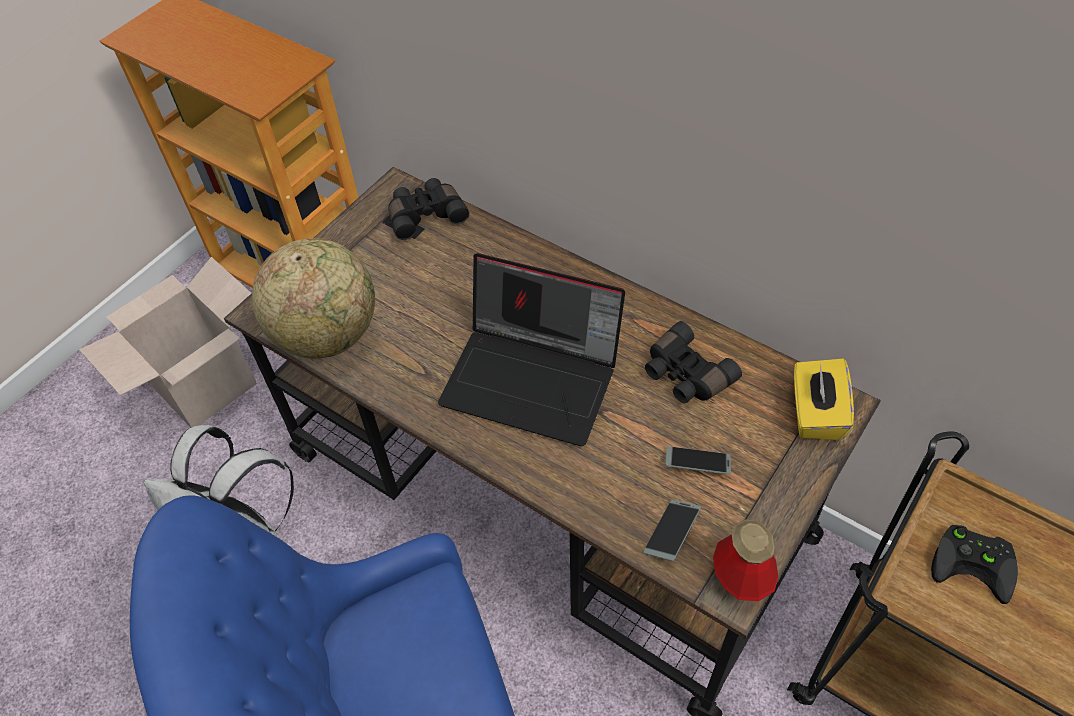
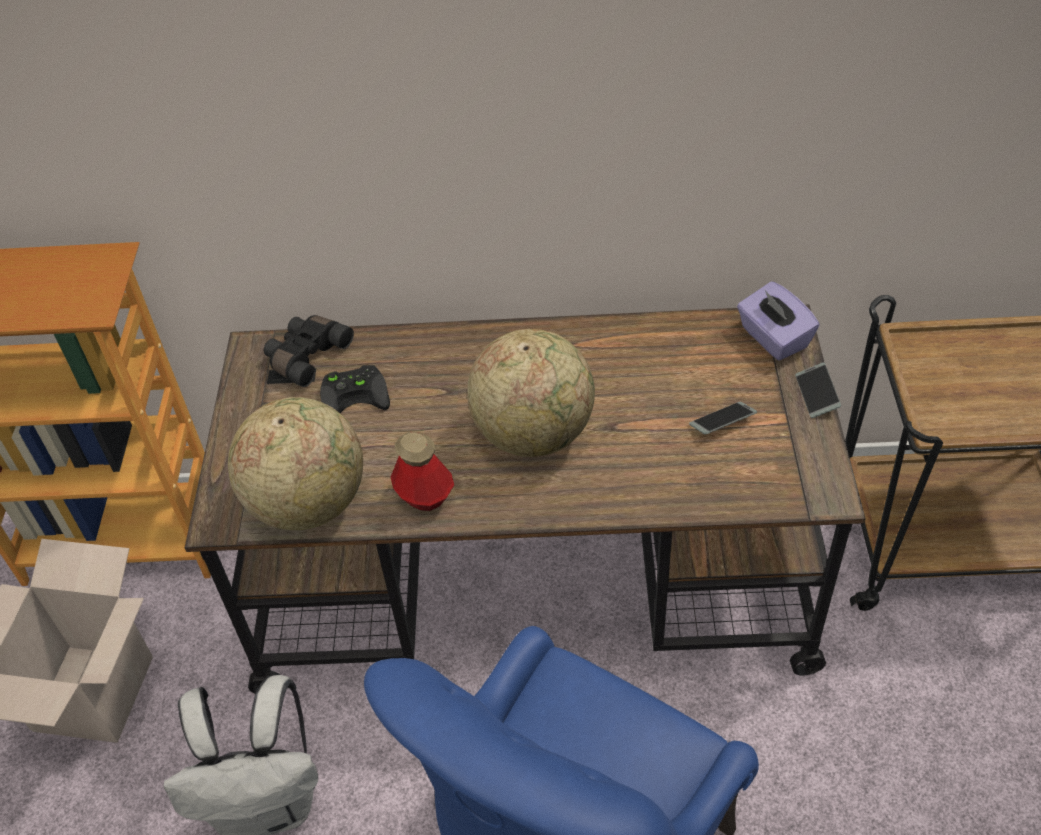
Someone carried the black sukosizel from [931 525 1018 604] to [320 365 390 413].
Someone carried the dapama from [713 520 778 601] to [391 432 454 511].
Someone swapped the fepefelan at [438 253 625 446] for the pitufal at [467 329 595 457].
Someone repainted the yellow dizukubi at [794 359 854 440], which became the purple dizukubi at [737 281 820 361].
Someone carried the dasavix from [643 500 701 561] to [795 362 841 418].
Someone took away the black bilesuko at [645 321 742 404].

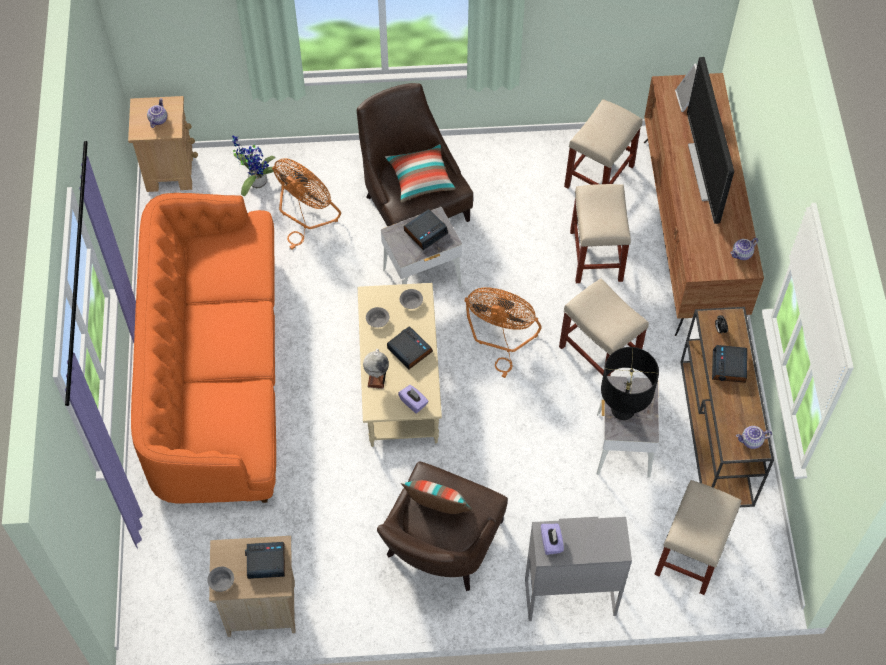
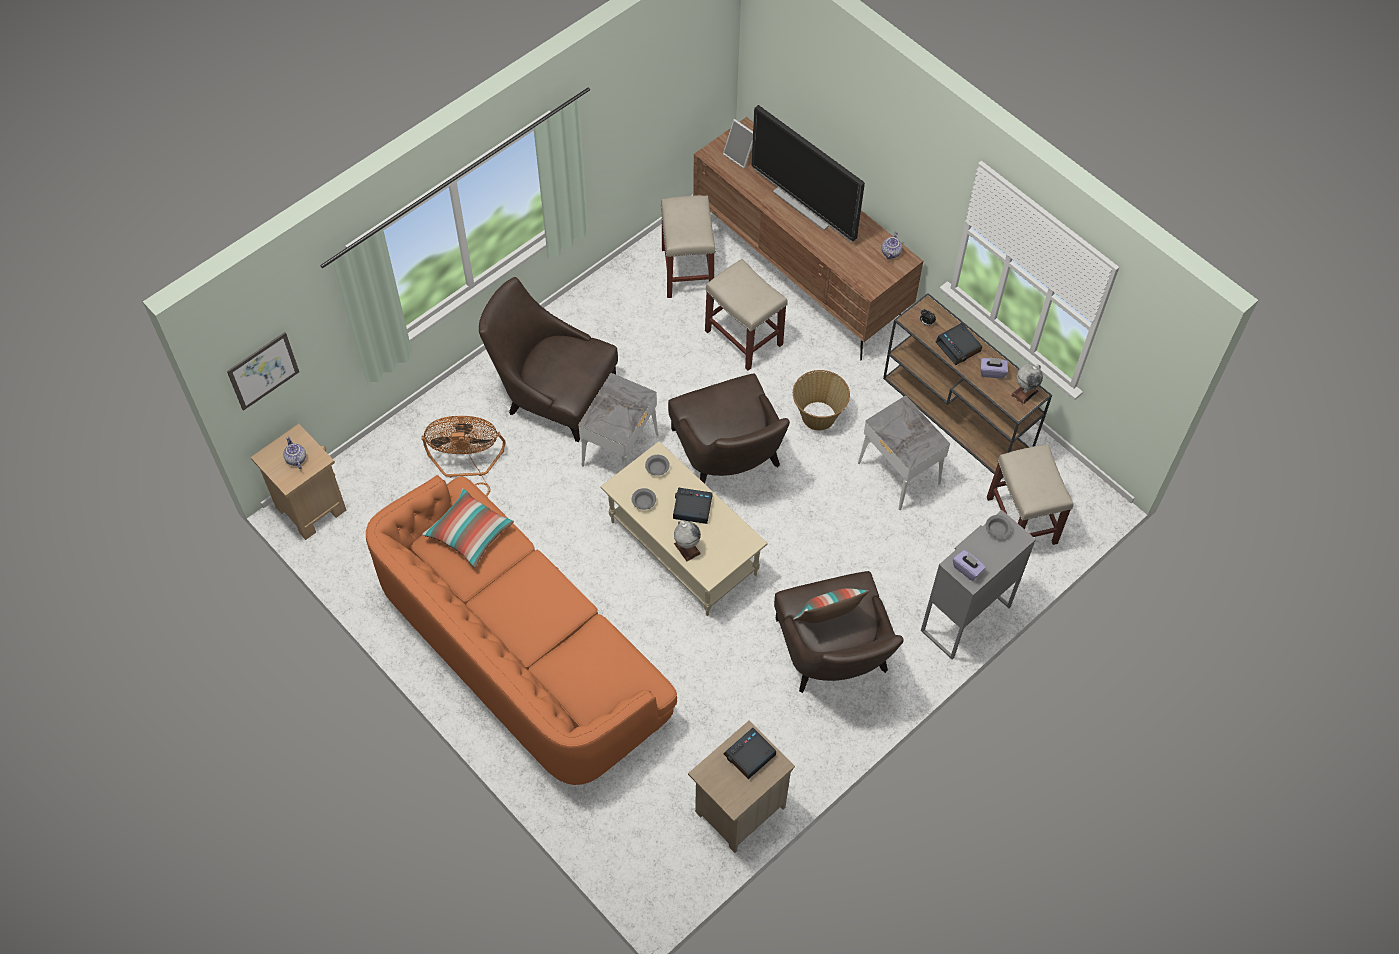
Someone put up the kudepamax at [227 332 299 411].
Someone carried the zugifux from [385 144 456 203] to [422 488 514 568].
Someone swapped the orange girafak at [465 287 542 378] for the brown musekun at [668 373 790 484].
Someone swapped the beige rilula at [559 278 649 376] for the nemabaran at [793 370 850 430].
Someone carried the purple dizukubi from [398 385 429 413] to [980 357 1008 379].
Someone carried the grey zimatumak from [207 567 234 592] to [986 515 1012 538].
Someone swapped the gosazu at [736 426 772 449] for the pitufal at [1011 364 1043 405].
Someone took away the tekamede at [232 135 276 196].
Someone took away the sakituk at [404 209 448 250].
Someone took away the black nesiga at [601 347 659 420].

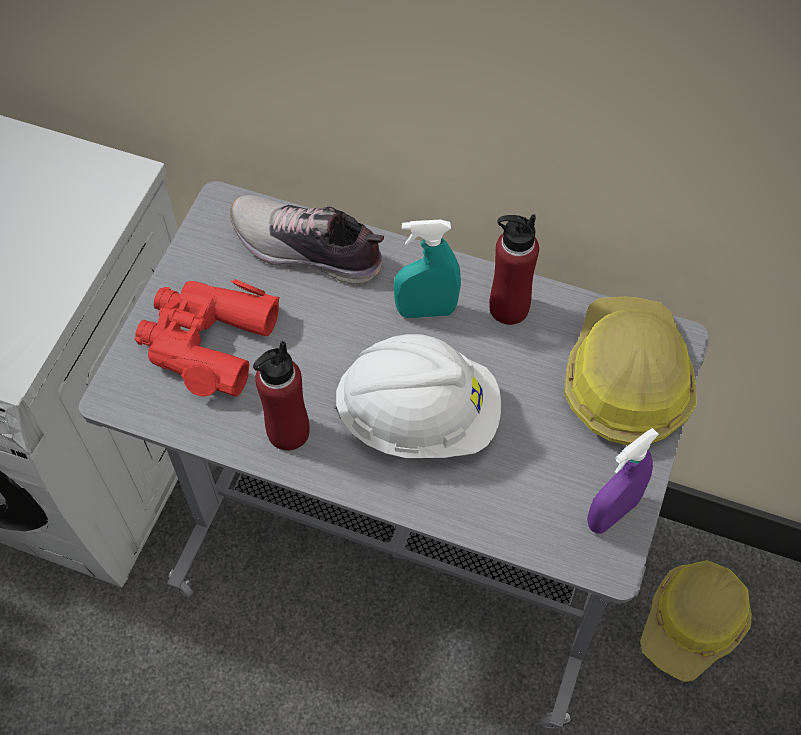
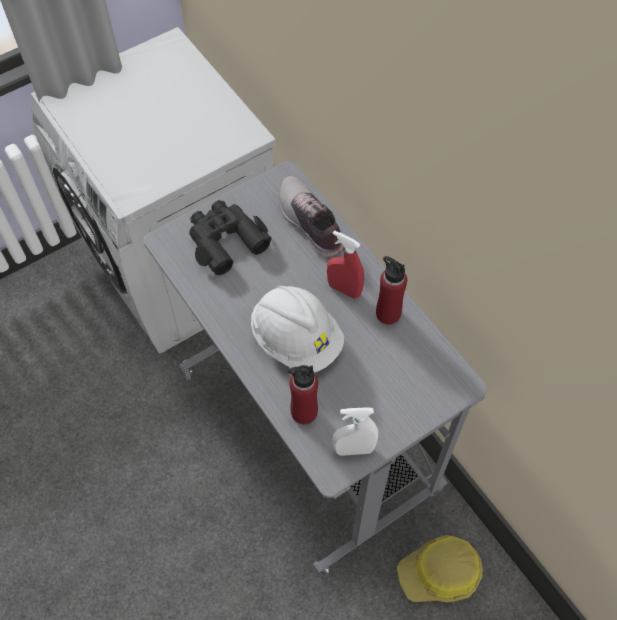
Someone repainted the red bilesuko at [135 279 279 397], which became the black bilesuko at [189 200 272 275].
Someone carried the red dapama from [253 341 310 451] to [288 365 318 424].
Someone repainted the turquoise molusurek at [393 220 461 318], which became the red molusurek at [327 231 364 299].
Someone repainted the purple molusurek at [587 428 659 534], which became the white molusurek at [332 407 378 456].
Someone took away the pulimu at [564 297 697 445].

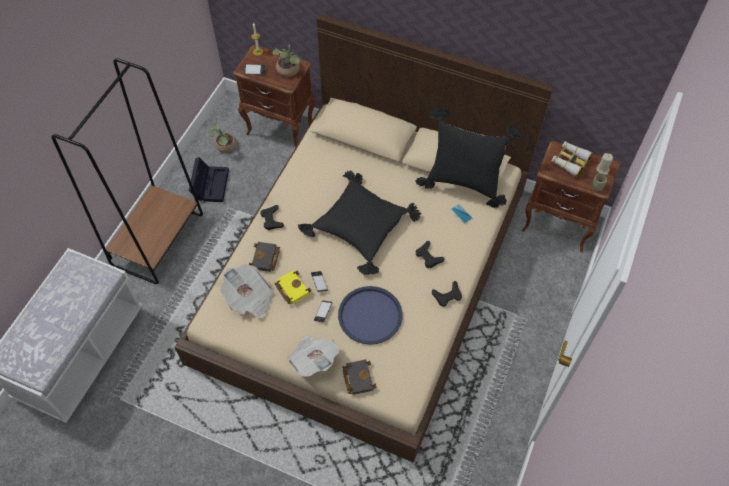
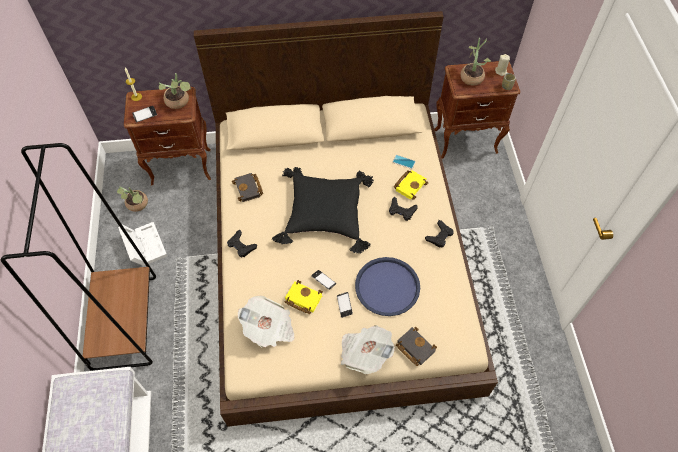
Someone repainted the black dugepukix at [189 157 229 202], which became the white dugepukix at [118 222 167 266].
Someone carried the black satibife from [249 242 280 272] to [232 173 263 202].
Someone put down the yellow satibife at [394 170 429 200].
Someone swapped the bilesuko at [551 141 593 177] for the tekamede at [460 38 491 86].
Someone took away the black zugifux at [416 107 524 208].

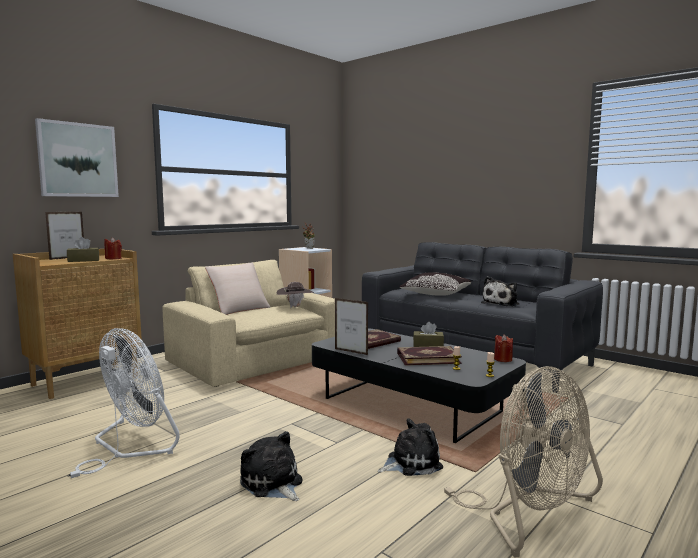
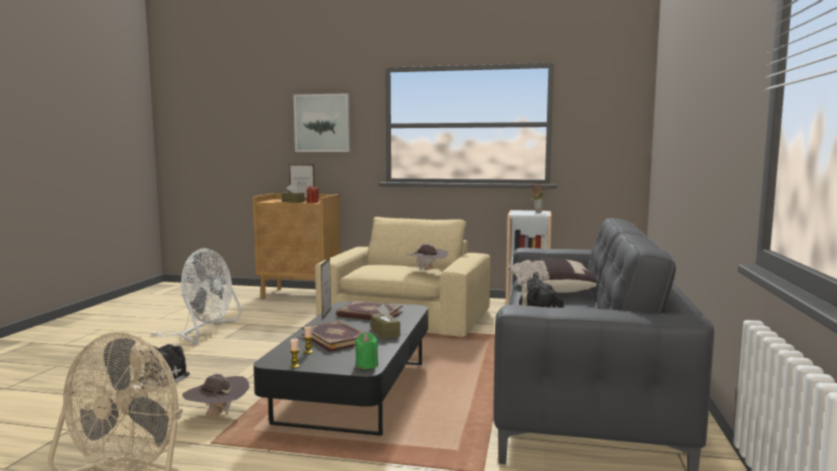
Someone swapped the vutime at [378 418 443 476] for the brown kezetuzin at [182 374 250 415].
Someone repainted the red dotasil at [494 334 513 362], which became the green dotasil at [355 333 378 369].
Someone took away the beige zugifux at [205 262 270 315].

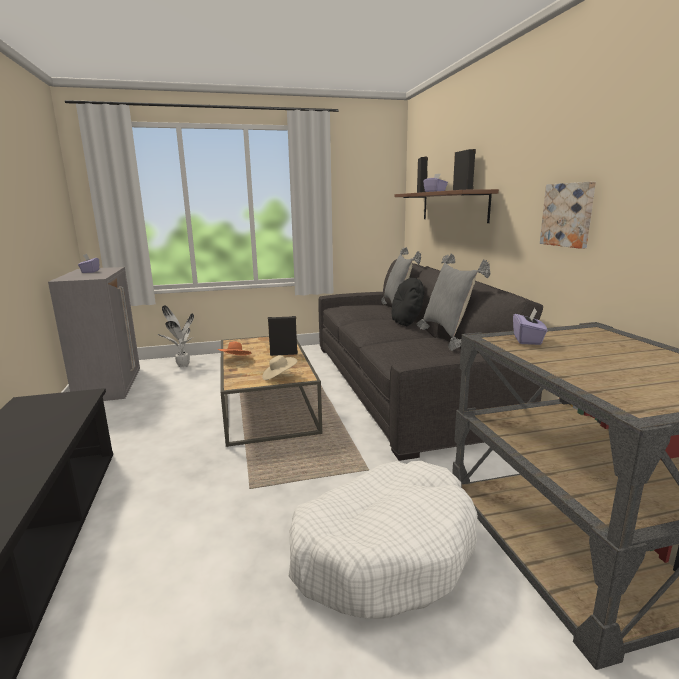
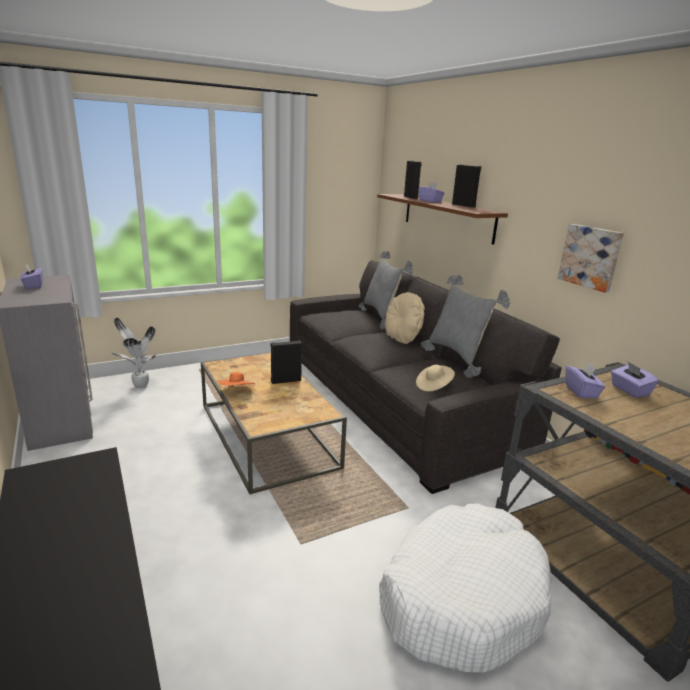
Someone repainted the black zugifux at [391 278 424 326], which became the beige zugifux at [385 292 425 344].
Someone carried the beige kezetuzin from [262 355 297 380] to [416 365 455 391].
Someone put down the purple dizukubi at [611 362 659 398].

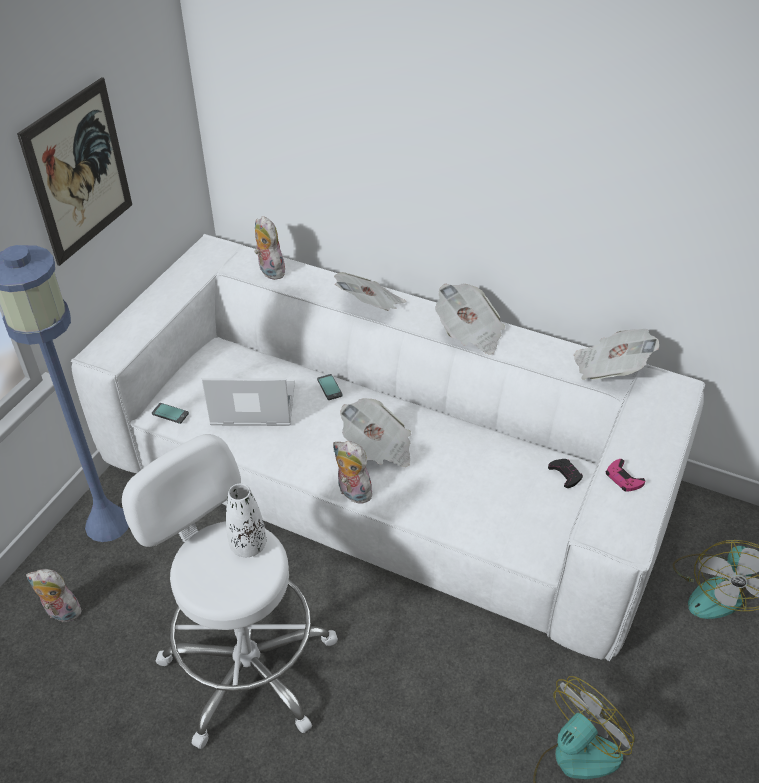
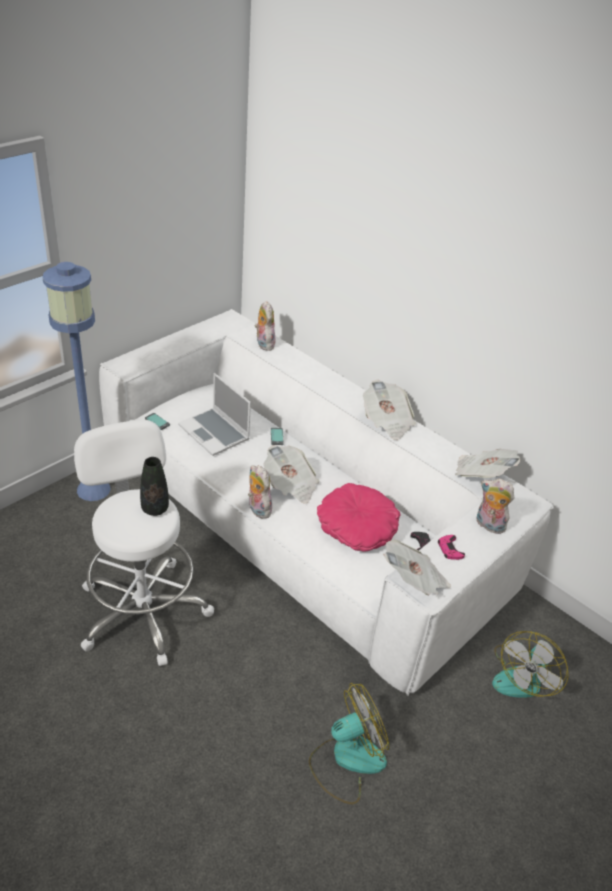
Someone repainted the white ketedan at [226 484 266 557], which became the black ketedan at [140 457 169 516].
Someone rotated the fepefelan at [202 378 295 426] by 150 degrees counterclockwise.
Someone put down the pink zugifux at [317 483 401 552].
Someone carried the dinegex from [334 272 406 311] to [383 540 451 596].
Someone carried the vutime from [26 569 81 622] to [476 478 514 534].
Someone took away the kudepamax at [17 77 132 266].

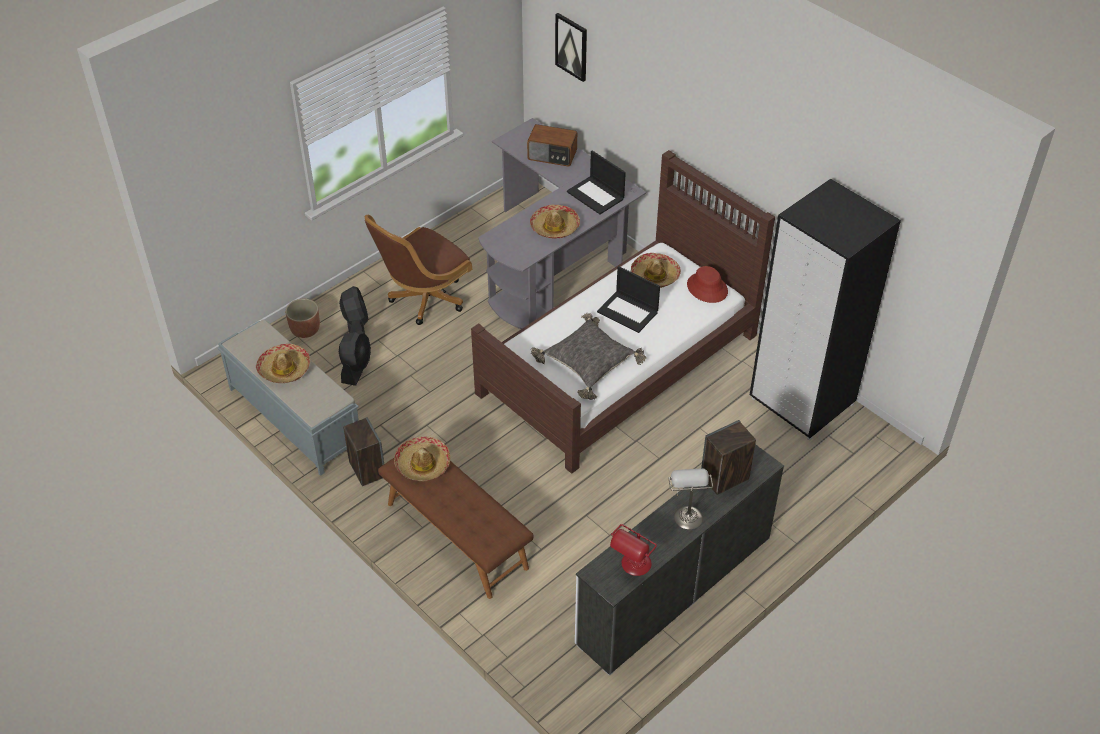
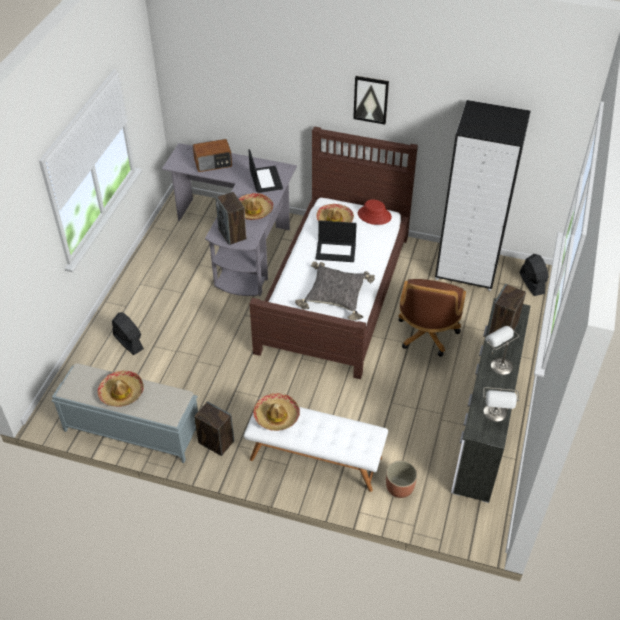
Someone put down the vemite at [215 192 247 245].
Someone repainted the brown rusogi at [378 458 533 599], which became the white rusogi at [244 398 388 492].
Someone rotated the fepefelan at [567 150 626 214] by 120 degrees counterclockwise.
Someone carried the kudepamax from [555 13 587 82] to [353 76 389 124].
Someone carried the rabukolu from [285 299 320 338] to [386 461 417 498].
Someone carried the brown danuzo from [365 215 472 325] to [399 279 466 357].
Someone repainted the red nesiga at [610 524 657 576], which became the white nesiga at [483 387 519 422].
Someone carried the black girafak from [339 330 371 386] to [519 254 549 296].

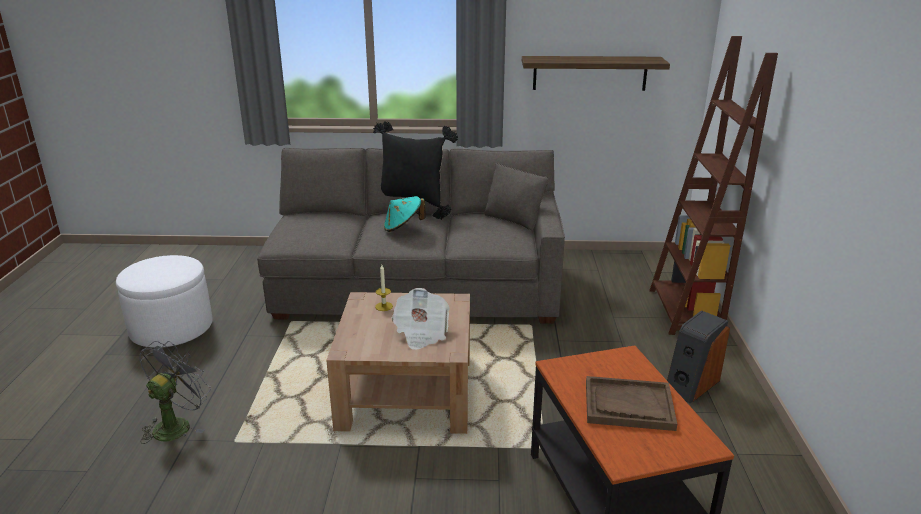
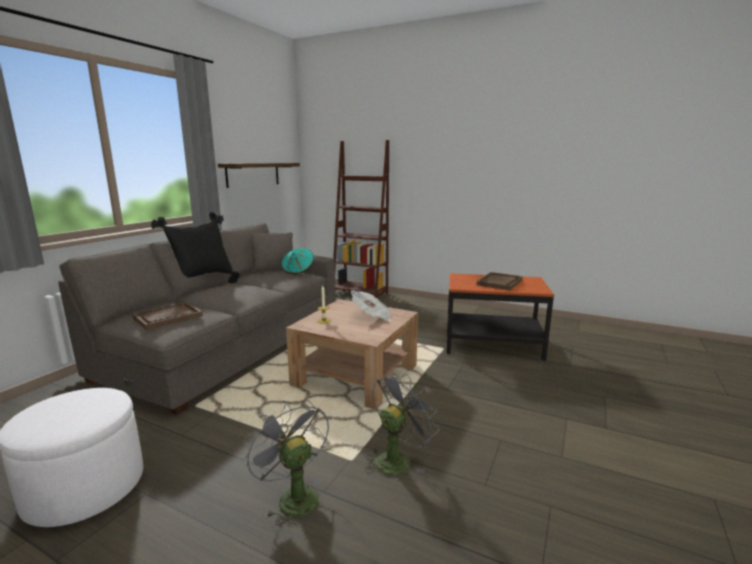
Someone put down the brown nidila at [132 302 203 330].
Someone carried the turquoise kezetuzin from [384 196 426 232] to [281 248 314 274].
Someone put down the grey girafak at [365 372 440 475].
Someone took away the vemite at [667 310 730 403].

